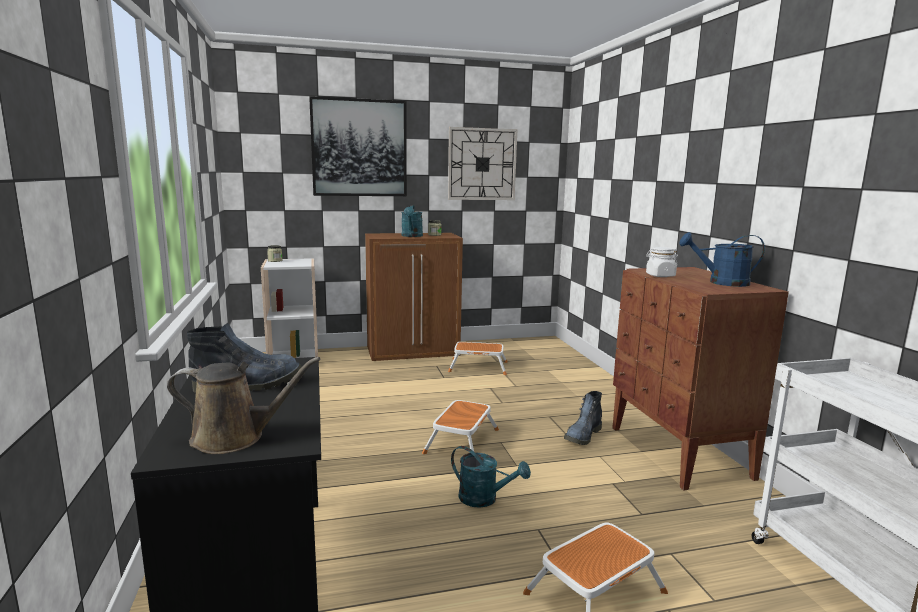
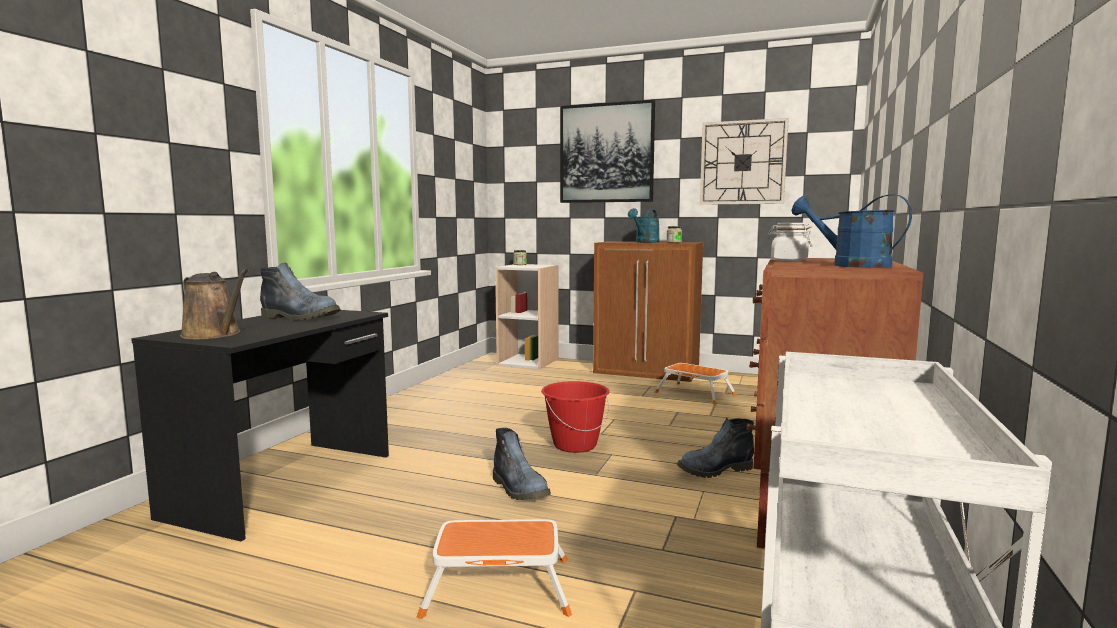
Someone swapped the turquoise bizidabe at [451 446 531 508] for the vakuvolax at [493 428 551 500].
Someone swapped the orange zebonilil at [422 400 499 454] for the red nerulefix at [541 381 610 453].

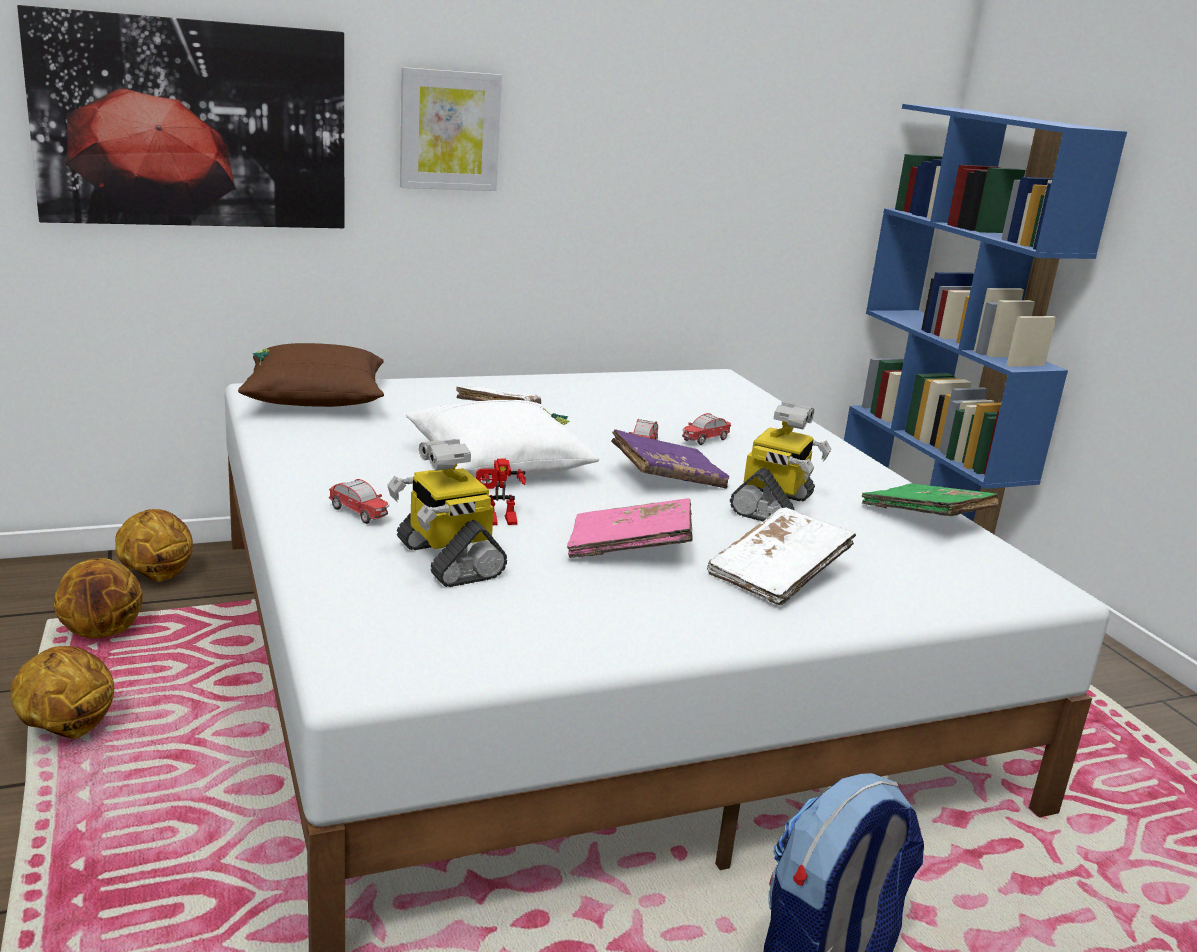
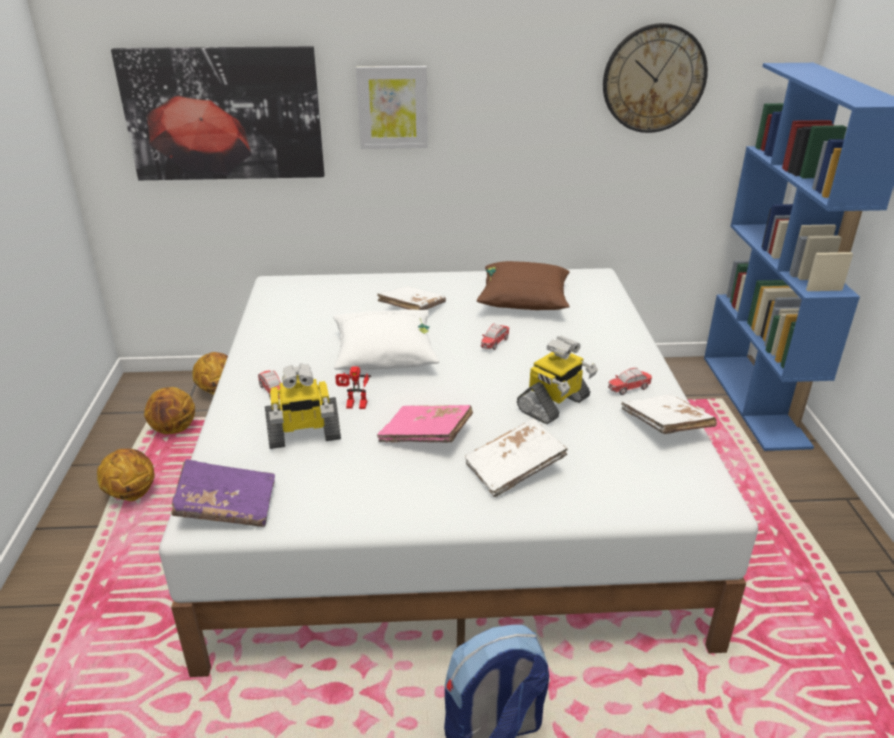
Someone carried the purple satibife from [611 429 729 489] to [171 459 275 527].
Someone rotated the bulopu at [388 439 507 587] by 90 degrees counterclockwise.
Someone carried the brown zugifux from [238 343 384 407] to [477 261 570 310].
Someone put up the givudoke at [603 23 708 133].
Someone carried the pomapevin from [682 413 731 445] to [608 368 652 395].
Someone repainted the green satibife at [862 483 999 516], which became the white satibife at [621 394 717 434].

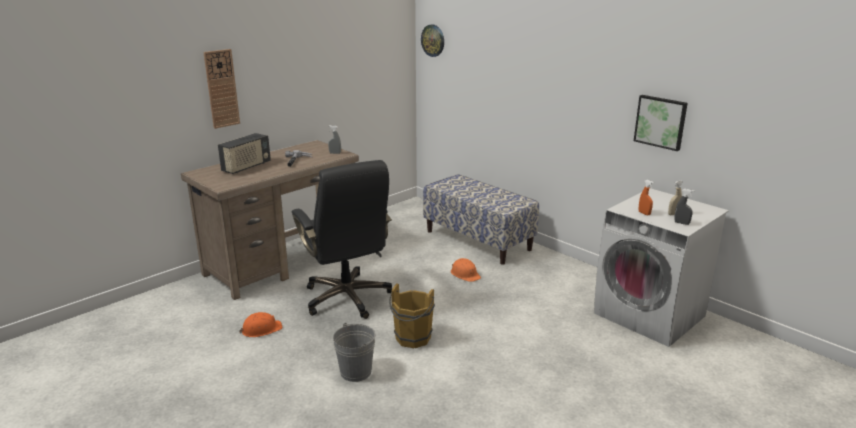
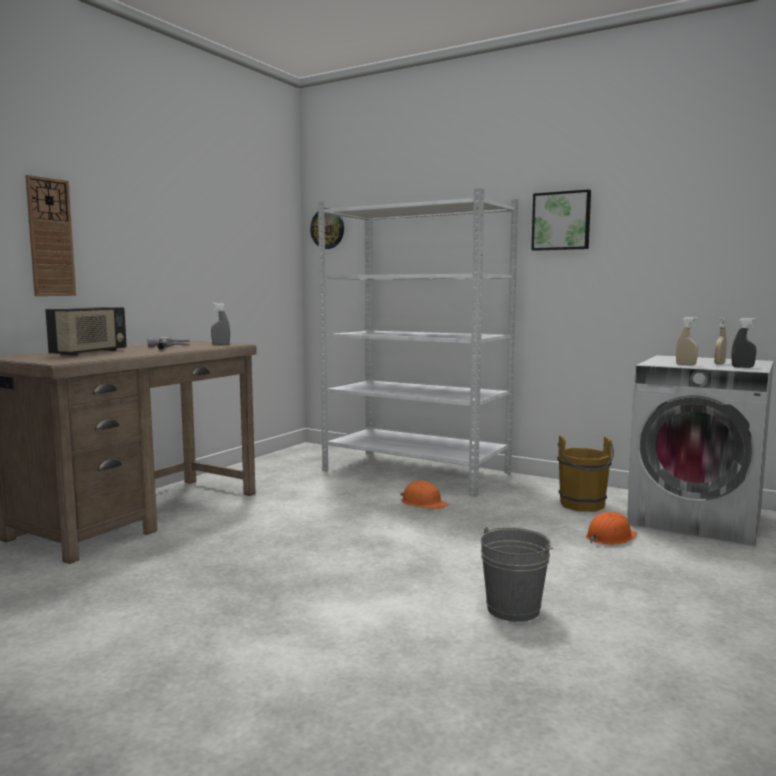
Someone swapped the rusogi at [423 174 539 265] for the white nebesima at [318 188 518 497].
Someone carried the grey nerulefix from [333 323 375 382] to [480 527 553 622].
Someone carried the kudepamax from [634 95 688 151] to [531 189 591 251].
Someone carried the brown nerulefix from [389 283 435 348] to [557 436 614 512].
Someone carried the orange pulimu from [239 312 282 337] to [586 512 637 545].
Someone repainted the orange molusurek at [639 180 654 215], which became the beige molusurek at [676 317 698 365].
Someone took away the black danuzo at [292 160 392 319].

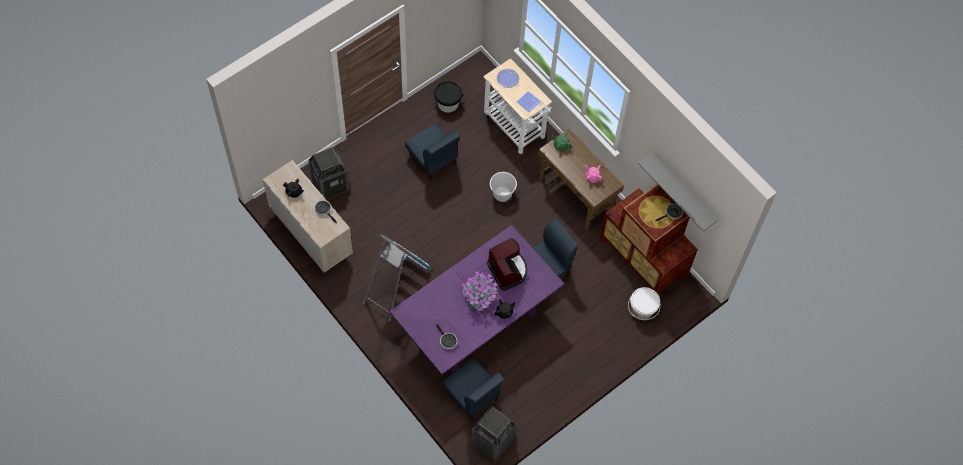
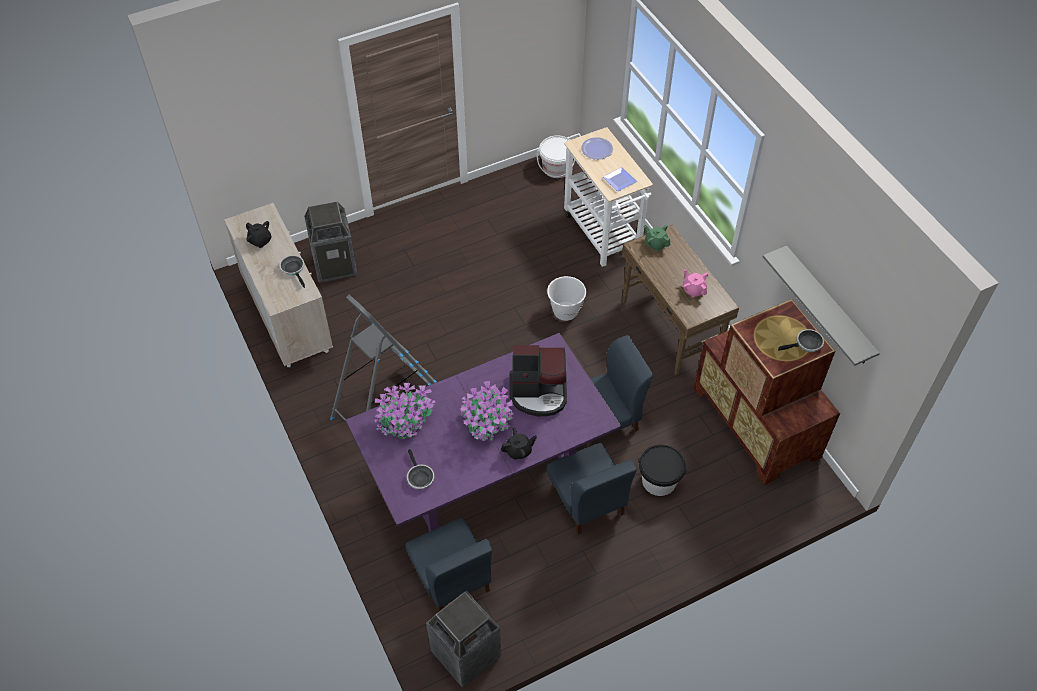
Someone put down the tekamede at [374 383 436 439].
Someone rotated the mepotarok at [487 238 527 291] by 105 degrees clockwise.
Someone carried the white nerulefix from [628 287 661 320] to [537 136 575 178].
Someone carried the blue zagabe from [405 123 460 181] to [546 443 637 535].
Someone carried the black nerulefix from [434 81 464 113] to [638 445 687 496].

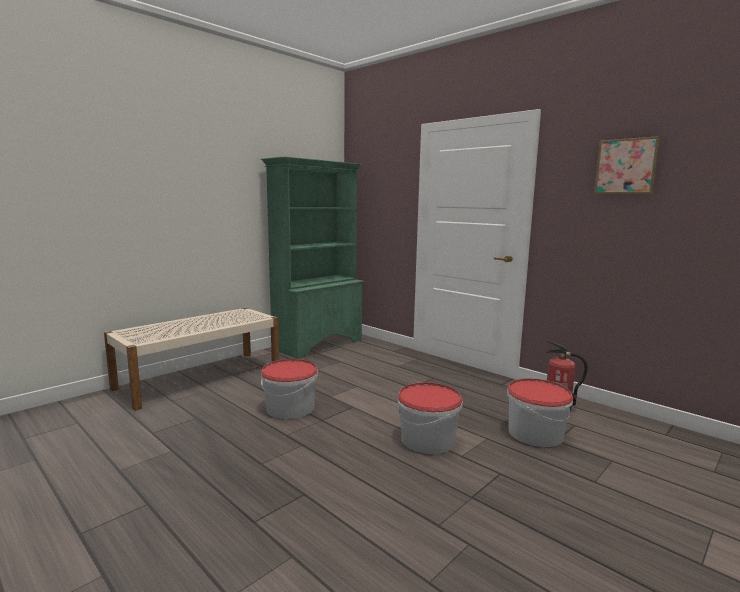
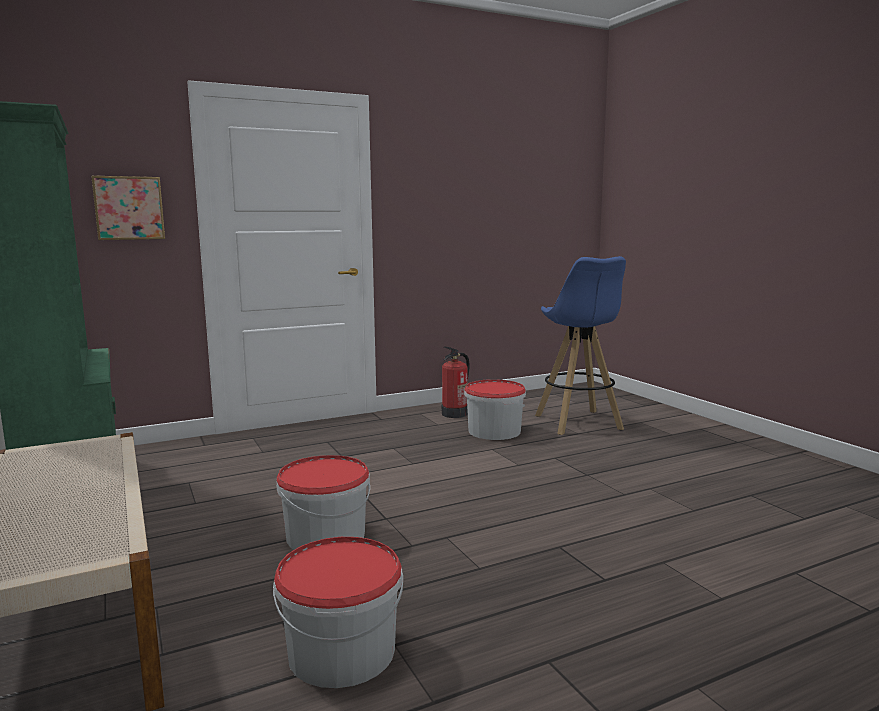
Someone carried the kudepamax from [594 136 661 194] to [91 176 165 240].
Someone carried the nerulefix from [398 382 463 454] to [273 537 403 688].
Someone put down the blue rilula at [535 256 626 435].

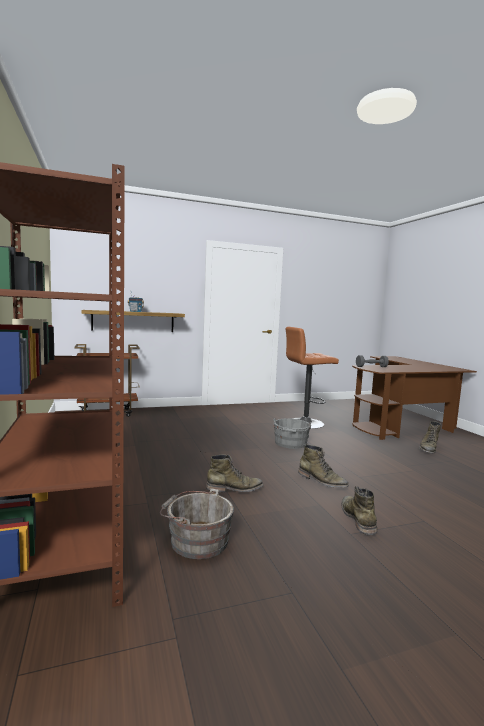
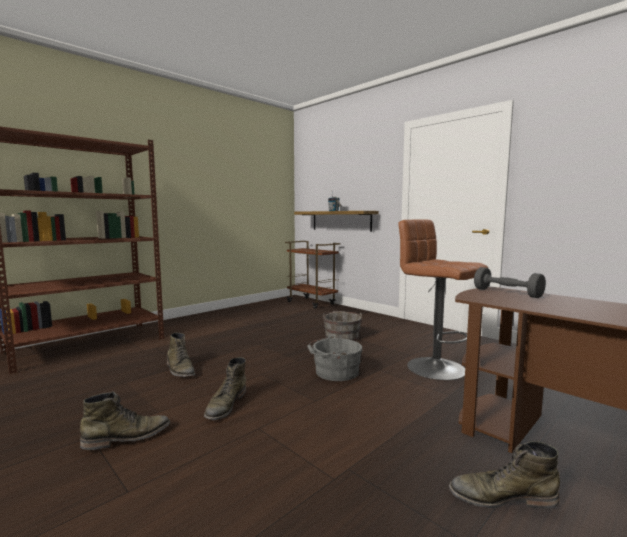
Someone carried the grey nerulefix from [160 488 234 559] to [323 311 362 341].

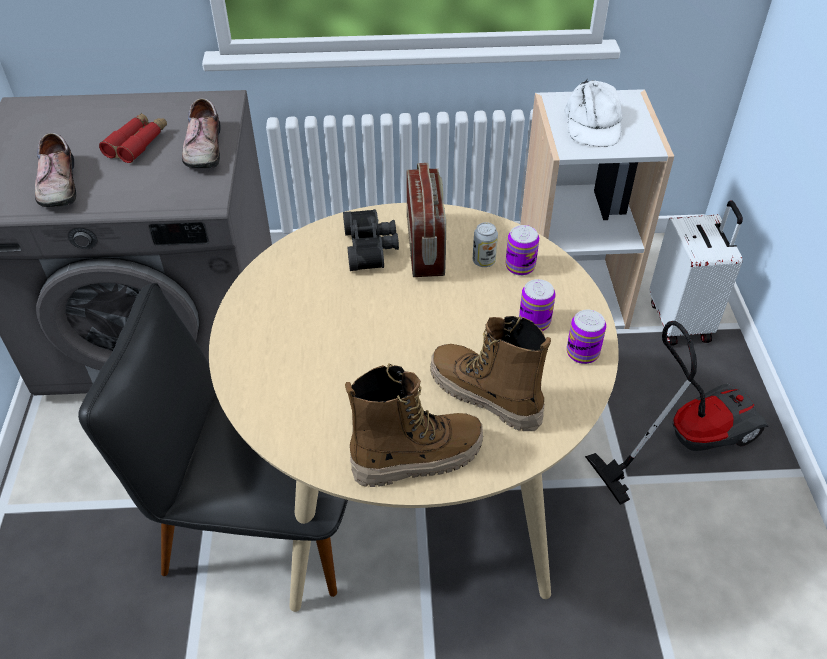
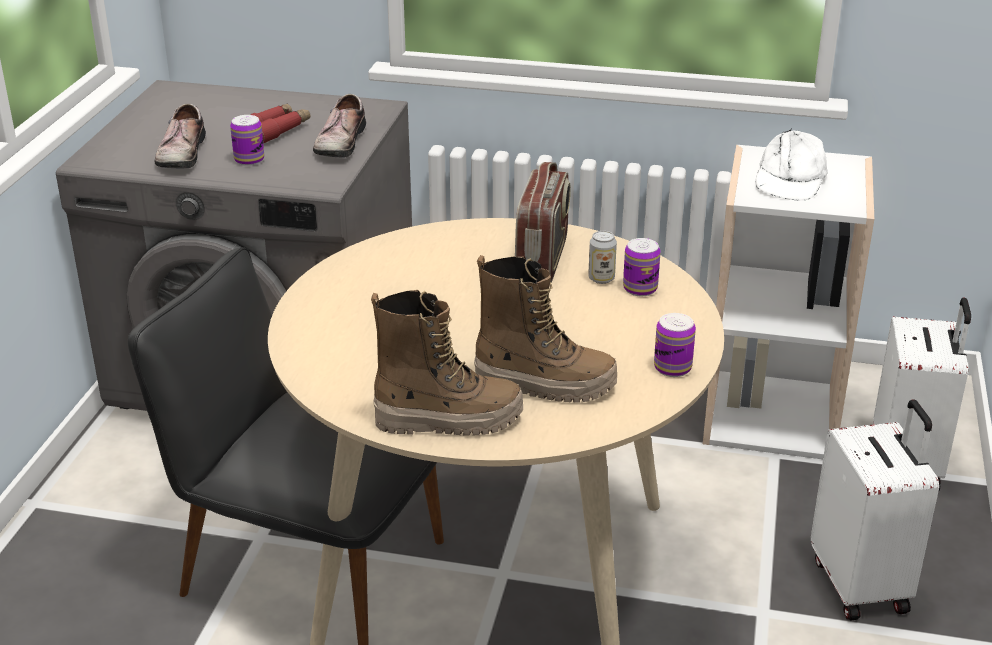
Someone carried the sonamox from [519 279 556 331] to [230 115 264 166].
Someone rotated the vakuvolax at [430 316 551 431] by 135 degrees clockwise.
Someone swapped the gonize at [585 321 768 505] for the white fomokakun at [811 399 939 621].
Someone took away the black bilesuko at [343 209 399 271].

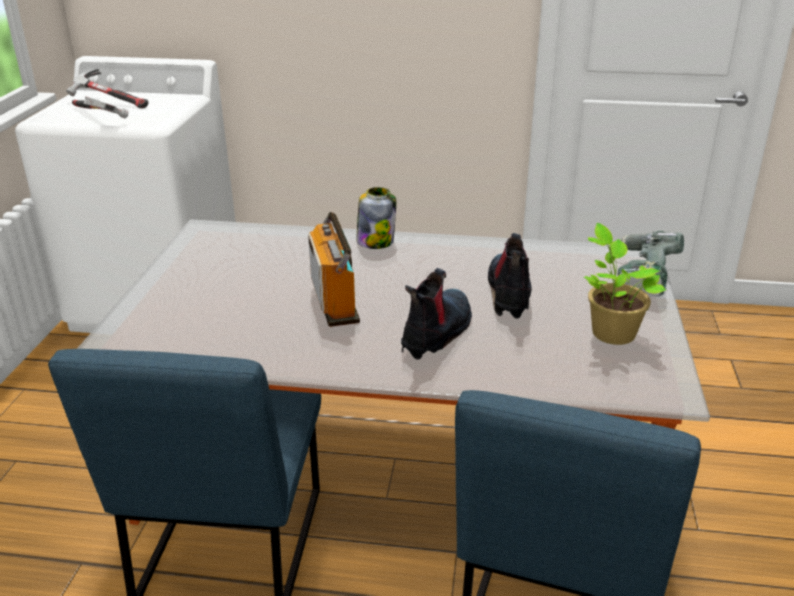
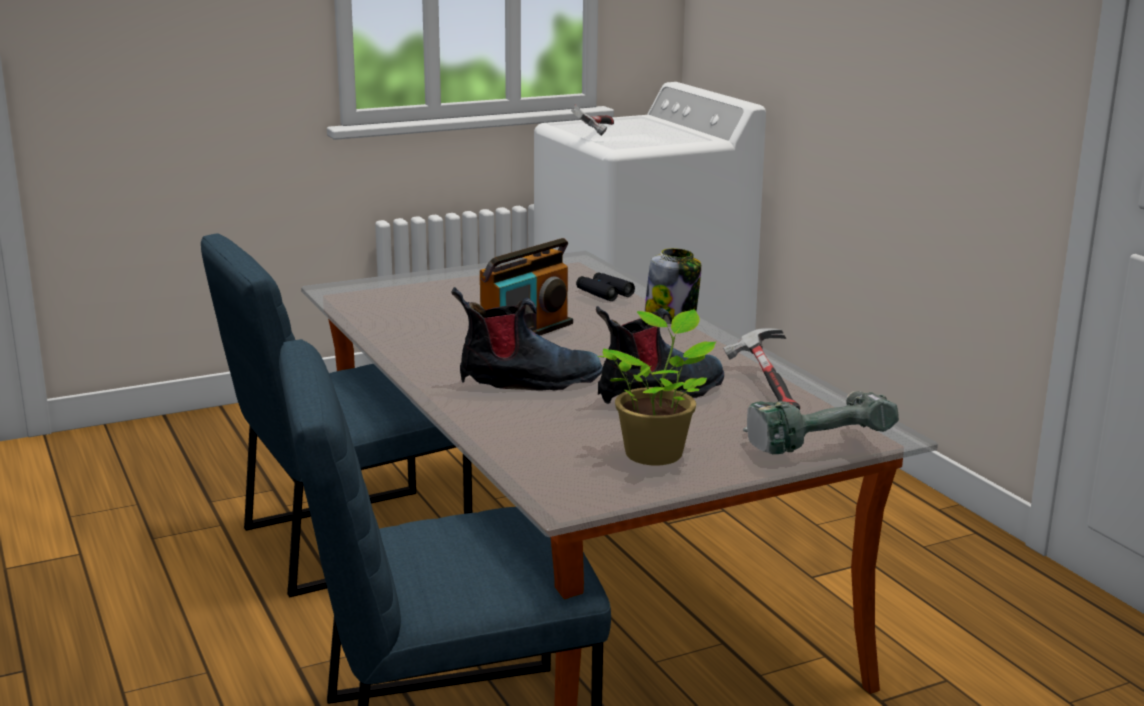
Someone put down the black bilesuko at [576 272 635 301].
Someone carried the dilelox from [66 69 148 108] to [723 328 800 410].

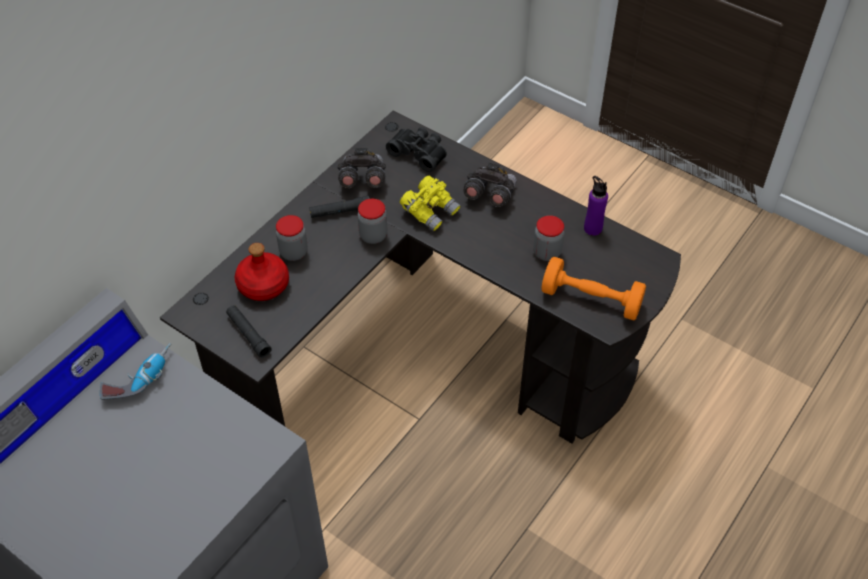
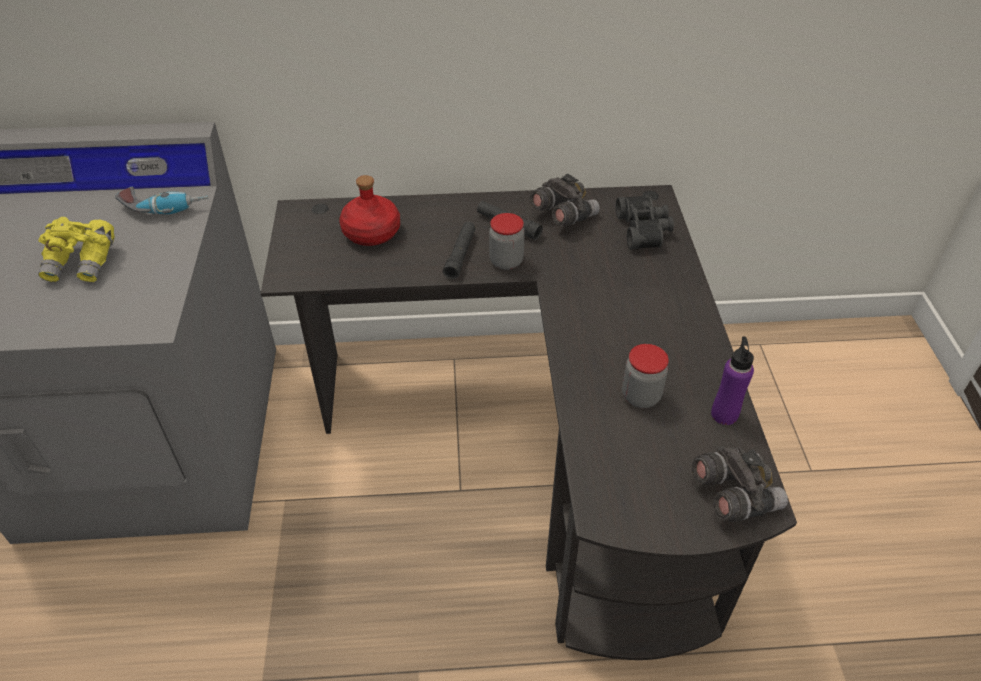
Someone carried the yellow bilesuko from [400 176 461 231] to [38 217 115 282].
Someone carried the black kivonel from [226 305 272 358] to [443 222 476 279].
Someone carried the grey bilesuko from [463 162 517 207] to [692 446 788 522].
Someone took away the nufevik at [276 215 308 261].
Someone took away the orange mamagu at [541 257 646 321].

